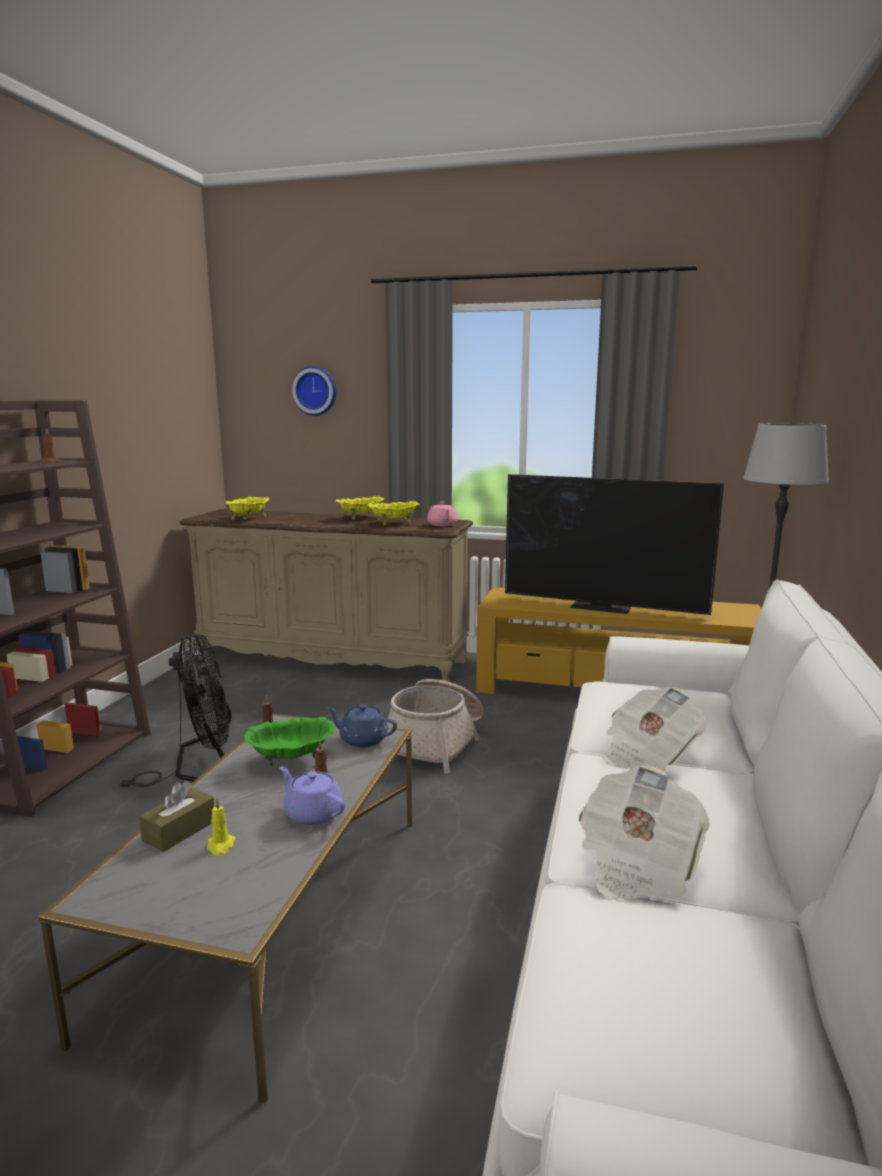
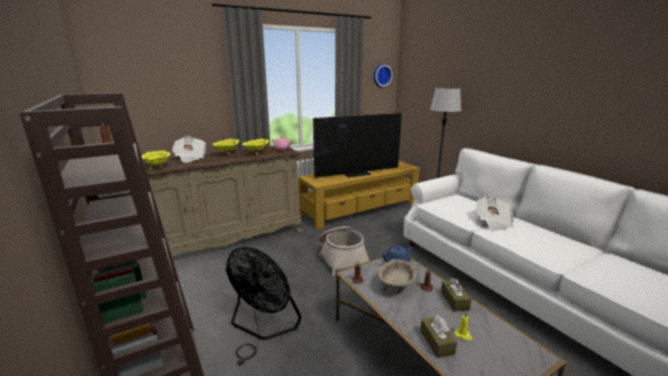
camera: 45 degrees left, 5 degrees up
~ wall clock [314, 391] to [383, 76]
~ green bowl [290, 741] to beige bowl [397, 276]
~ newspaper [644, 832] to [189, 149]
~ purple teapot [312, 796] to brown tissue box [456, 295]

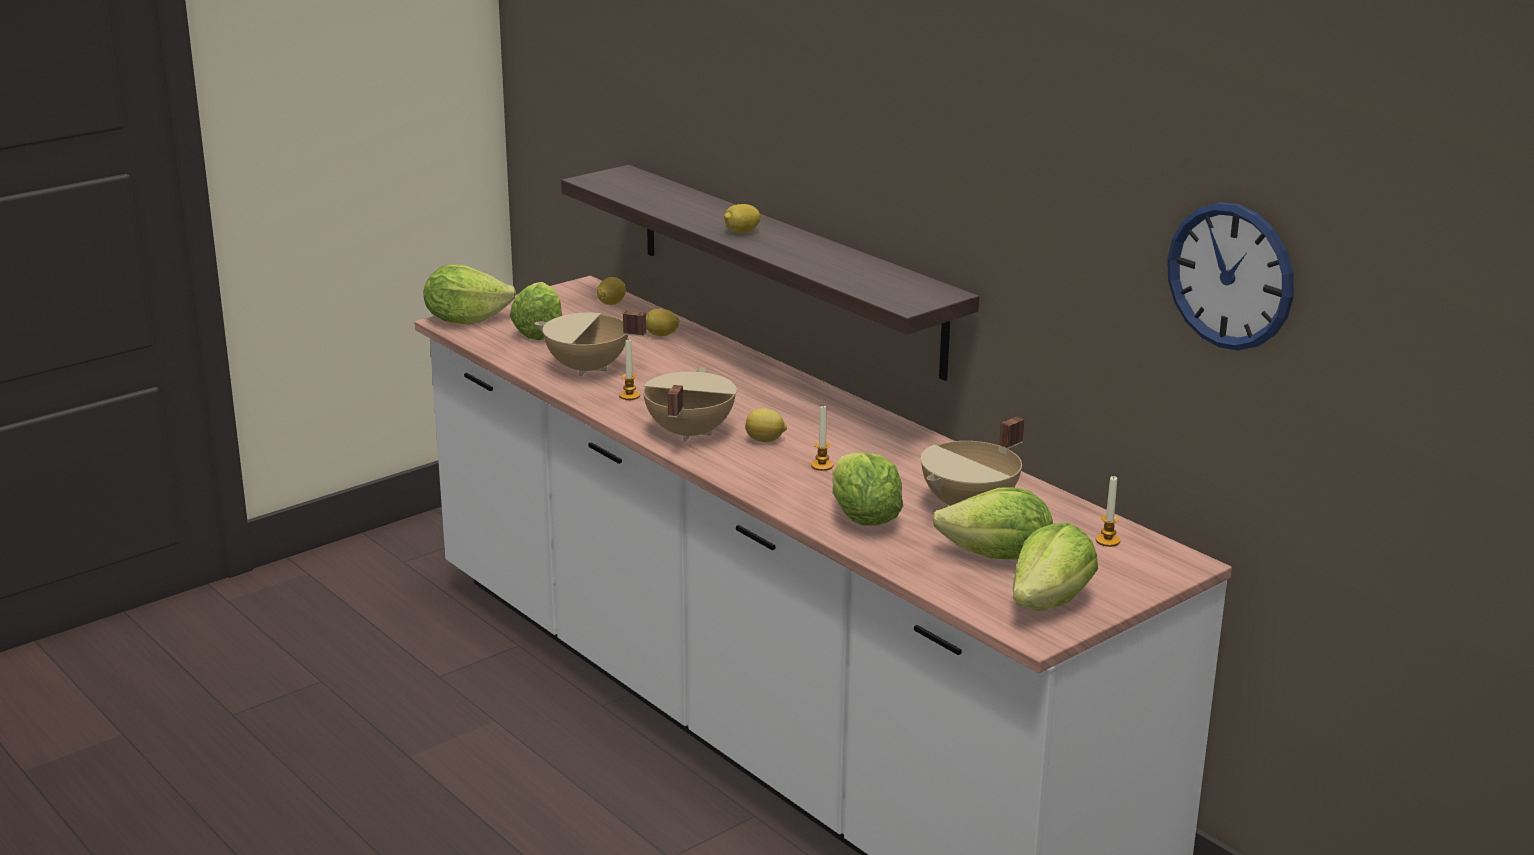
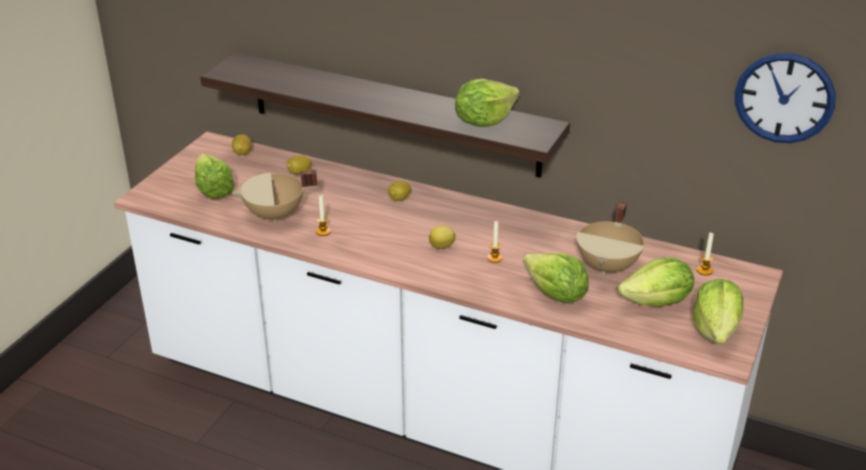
camera: 25 degrees left, 10 degrees up
~ lemon [742, 218] to [399, 190]
~ lettuce [470, 294] to [487, 103]
- beige cooking pot [690, 404]

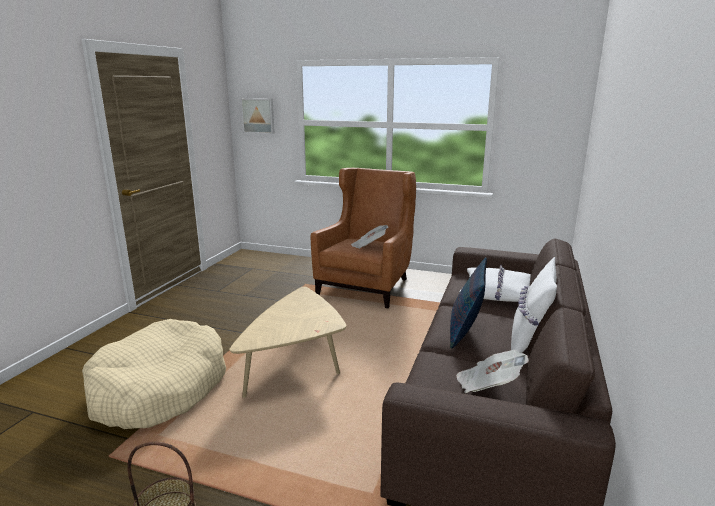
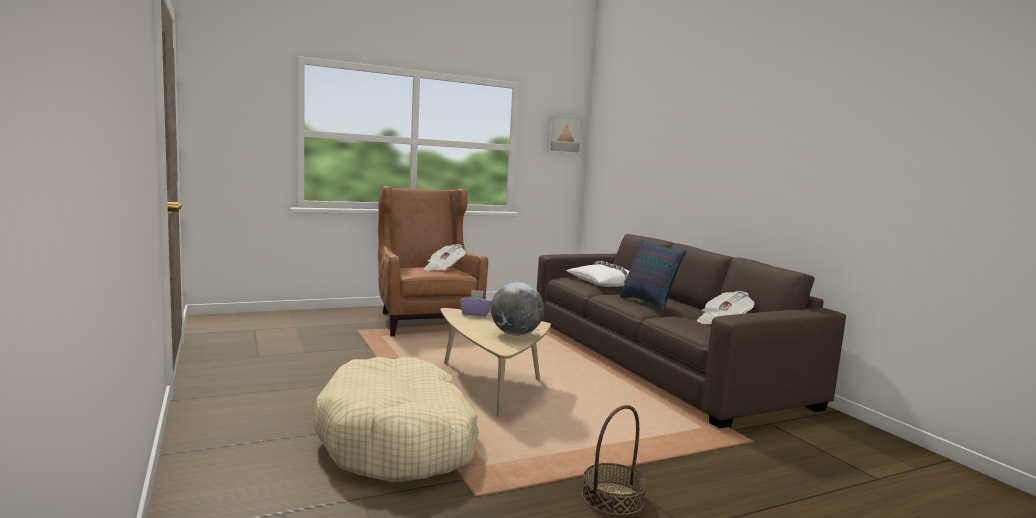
camera: 45 degrees left, 10 degrees down
~ picture [258, 116] to [565, 134]
- white pillow [534, 305]
+ globe [517, 309]
+ purple tissue box [476, 303]

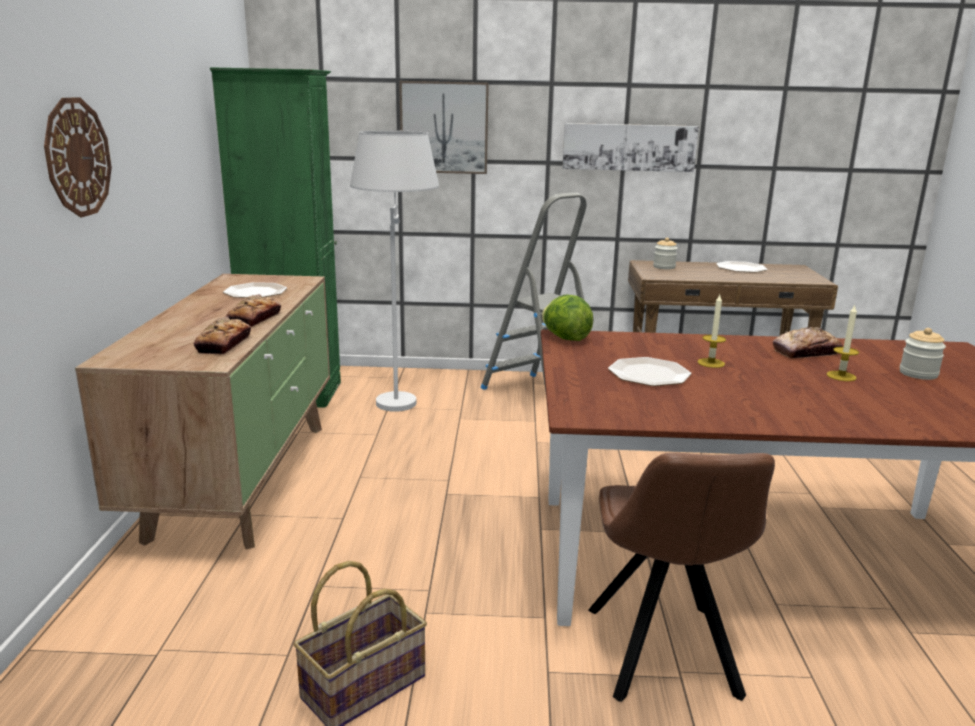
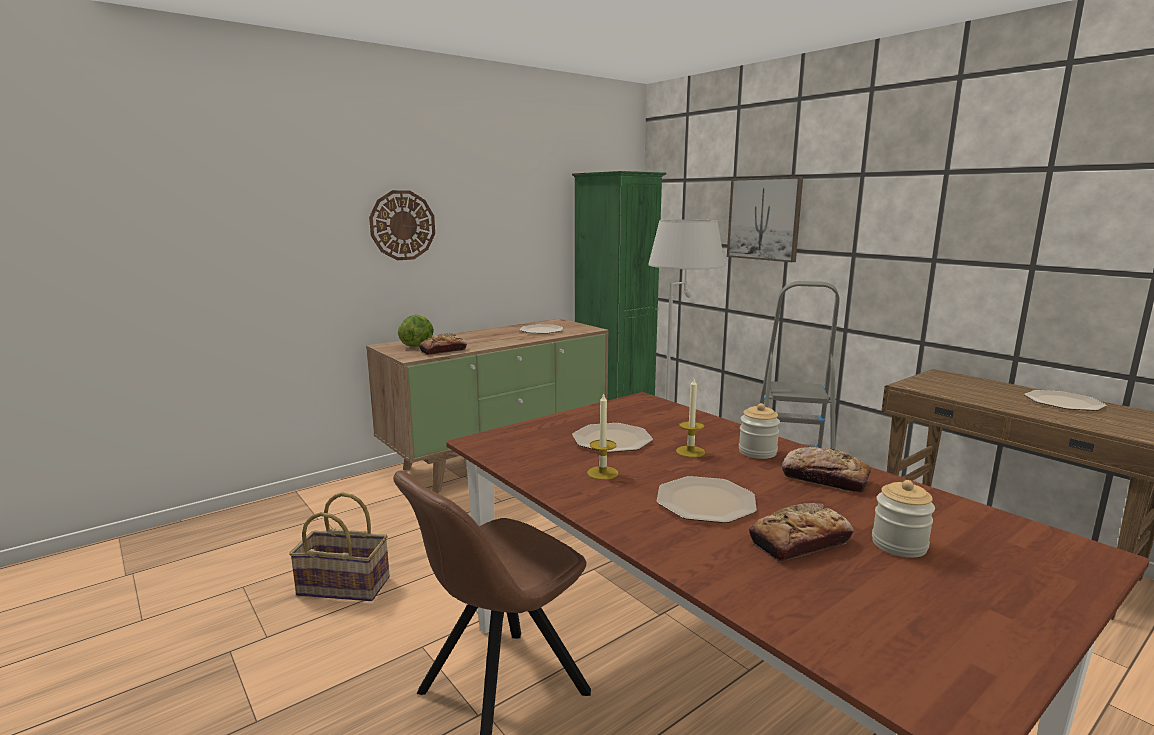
camera: 50 degrees right, 5 degrees down
- picture [630, 147]
~ jar [665, 253] to [759, 431]
~ bread [253, 310] to [801, 532]
~ lettuce [567, 318] to [416, 331]
~ candle [843, 343] to [602, 436]
+ plate [707, 499]

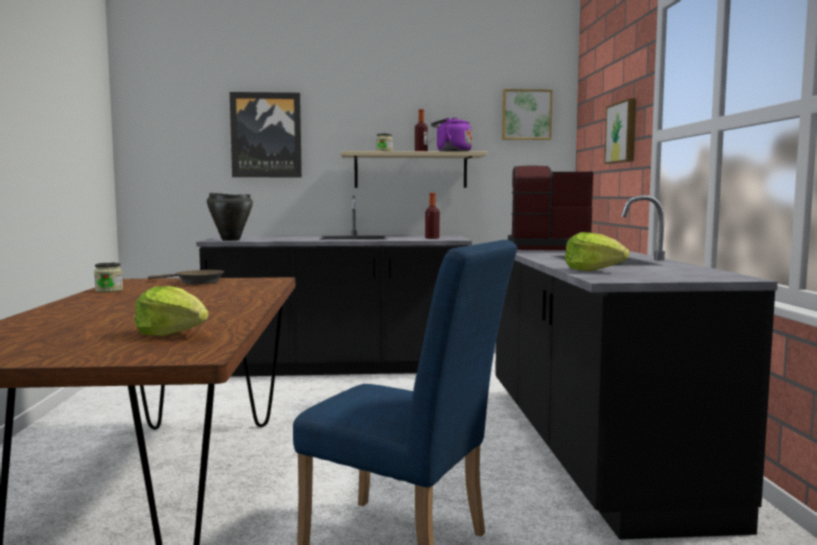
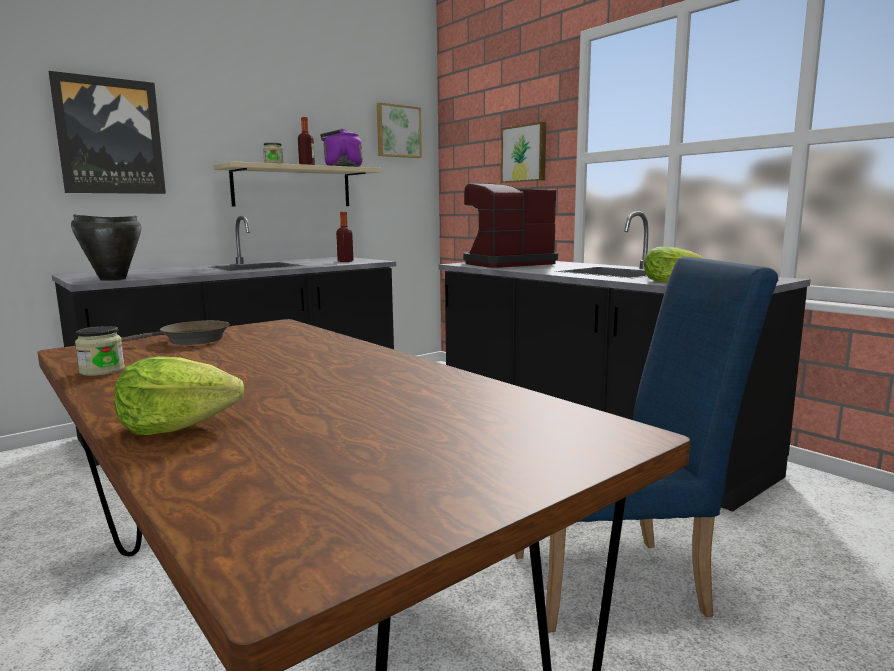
camera: 35 degrees left, 5 degrees up
~ lettuce [171, 311] to [179, 395]

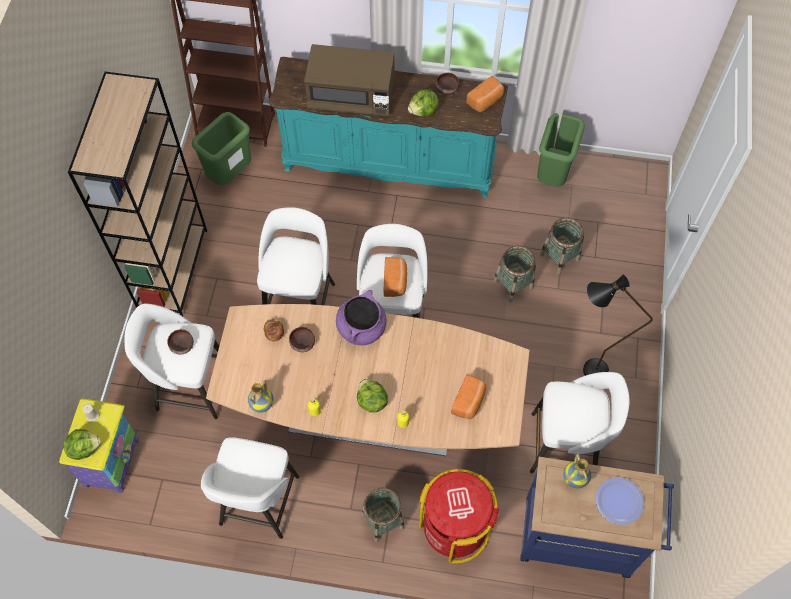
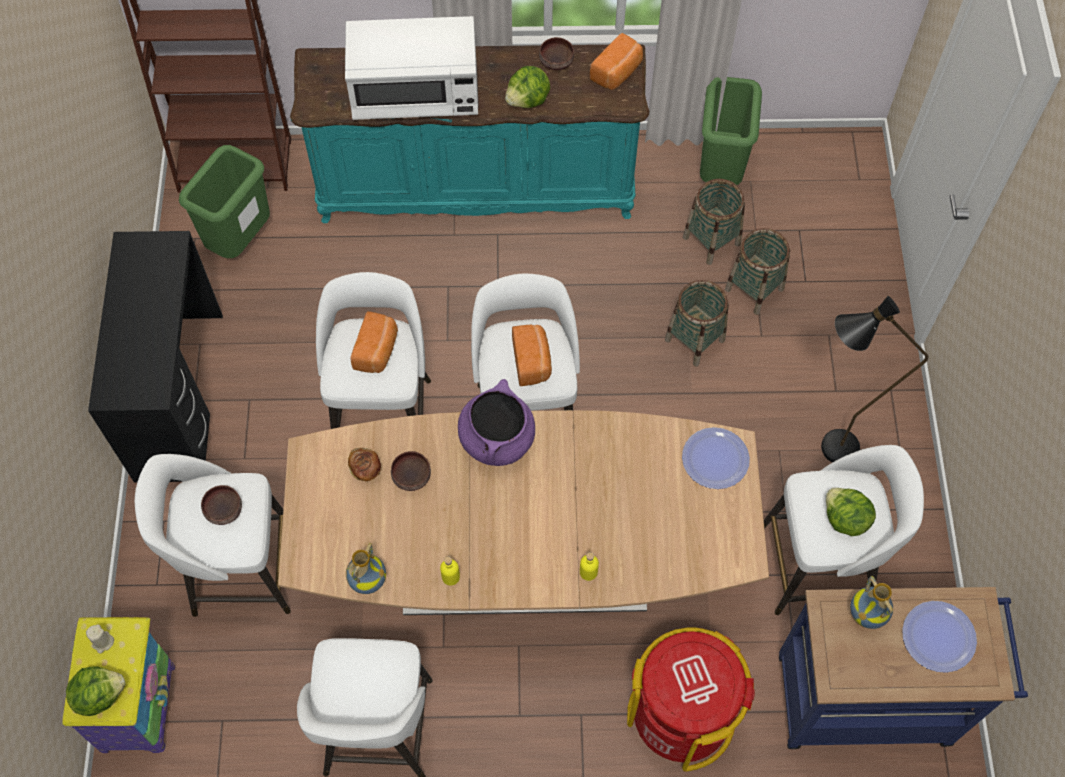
camera: 10 degrees left, 0 degrees up
~ brown microwave [349, 80] to white microwave [412, 68]
~ beige bookcase [137, 194] to black desk [155, 356]
~ bread [468, 396] to [374, 342]
~ lettuce [372, 396] to [851, 512]
~ basket [383, 514] to [714, 222]
+ plate [716, 458]

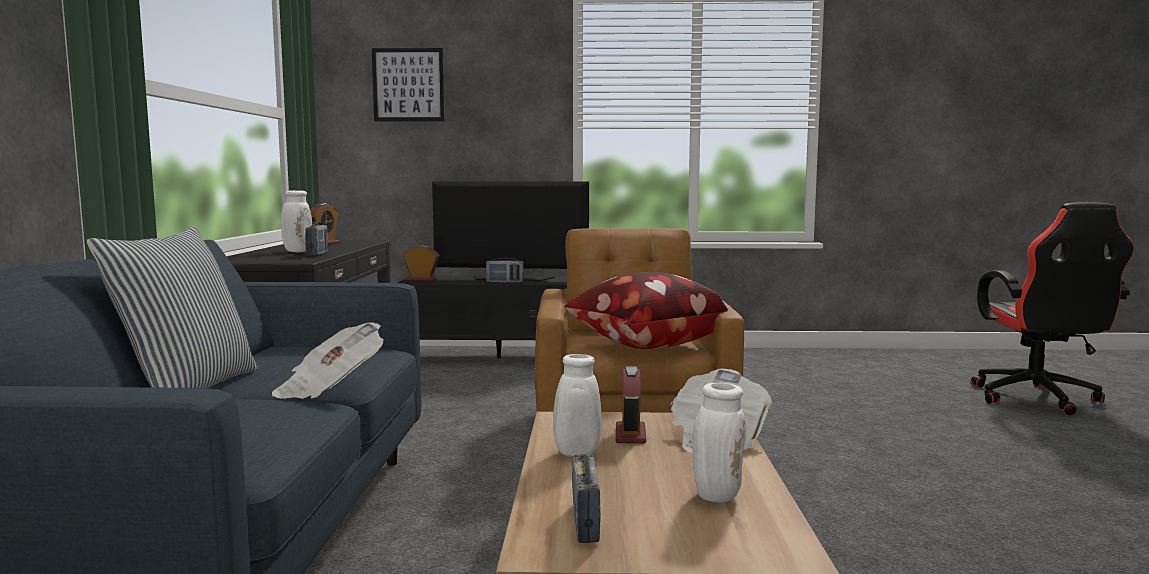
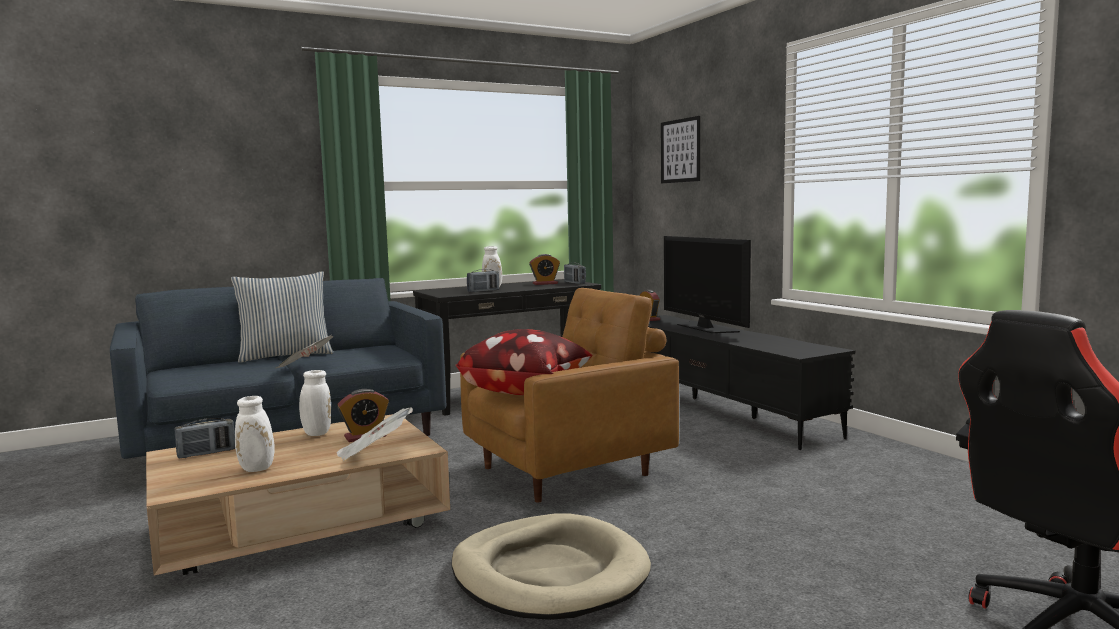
camera: 60 degrees right, 0 degrees up
~ radio [505, 270] to [575, 273]
+ beige dog bed [551, 566]

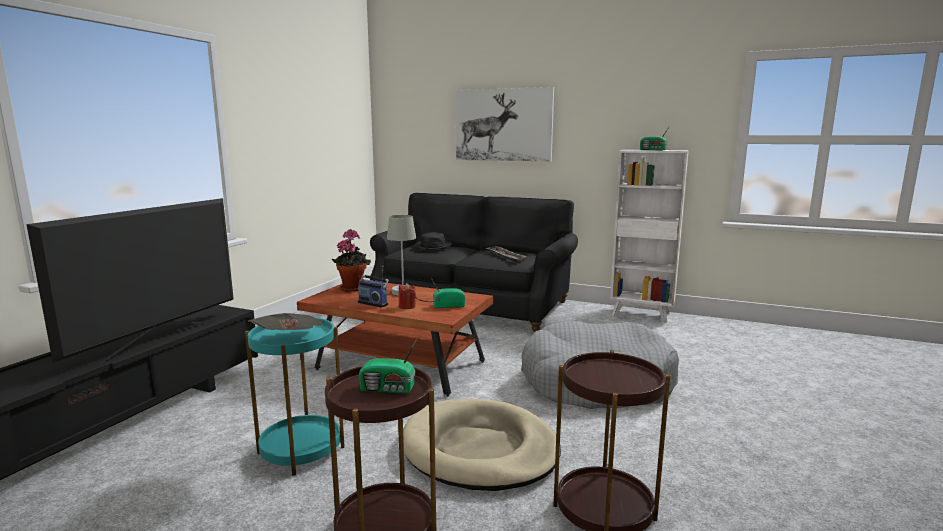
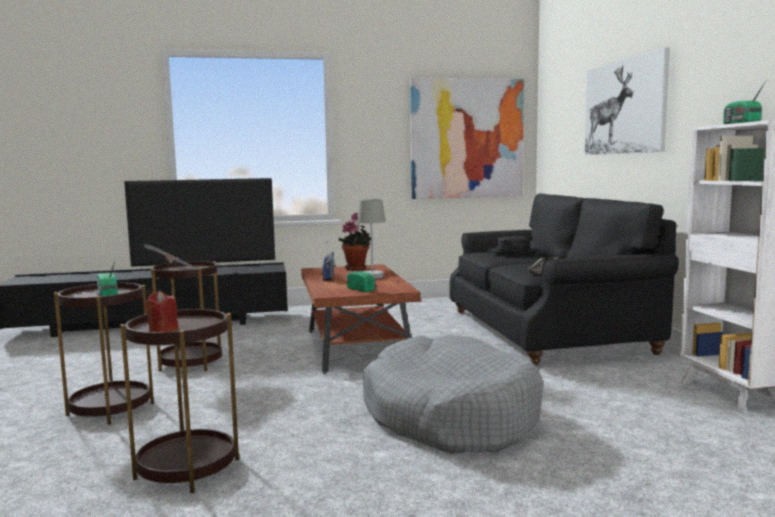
camera: 55 degrees right, 5 degrees down
~ red candle [407, 296] to [162, 311]
~ turquoise side table [294, 396] to brown side table [186, 316]
- beige dog bed [482, 445]
+ picture [467, 138]

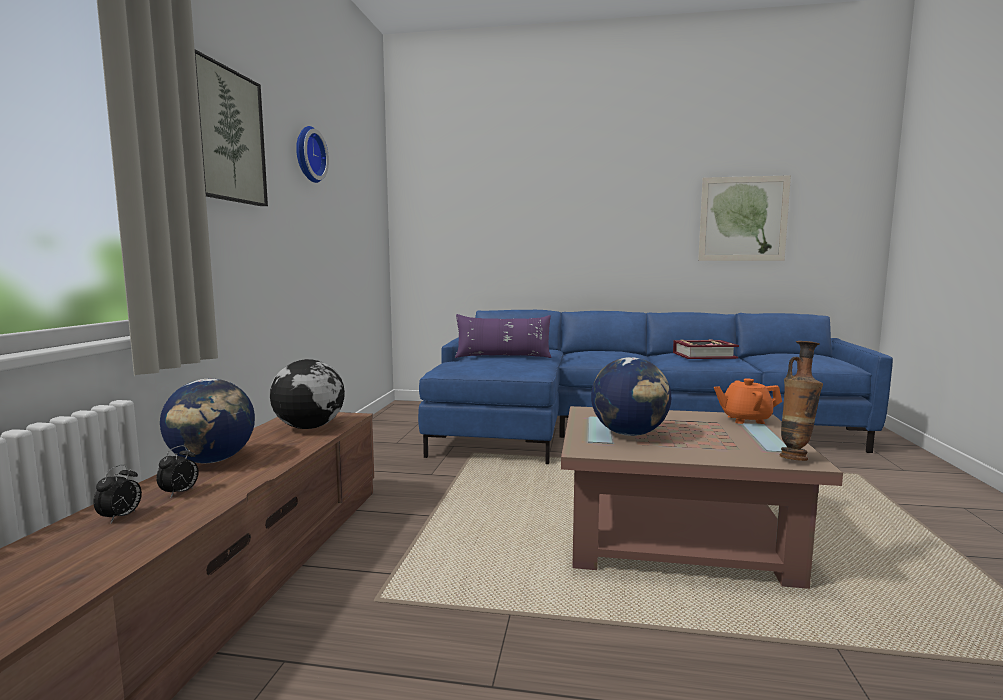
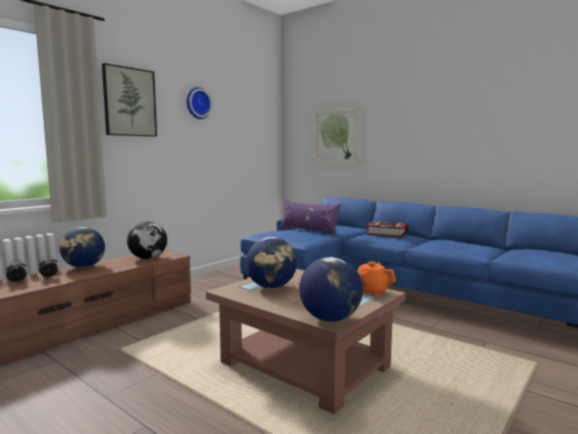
camera: 30 degrees right, 0 degrees up
~ picture [744, 218] to [337, 135]
~ book [706, 349] to [387, 229]
~ vase [801, 401] to globe [331, 289]

